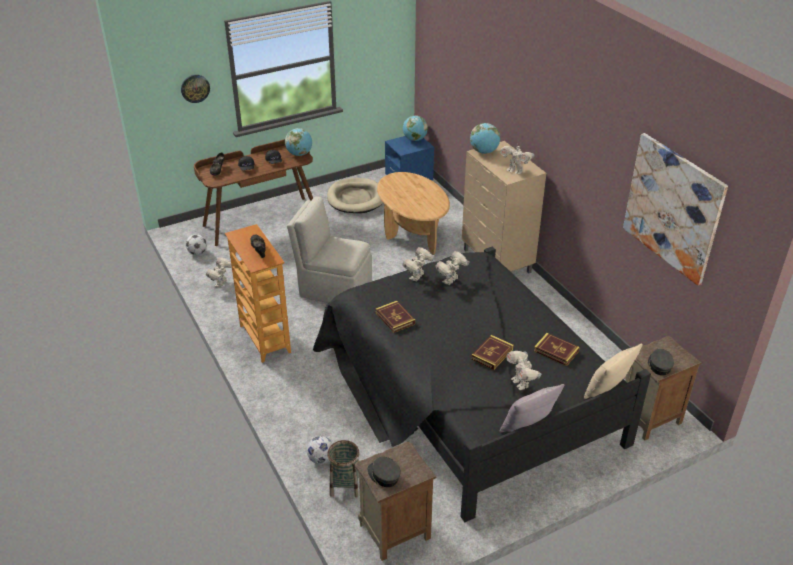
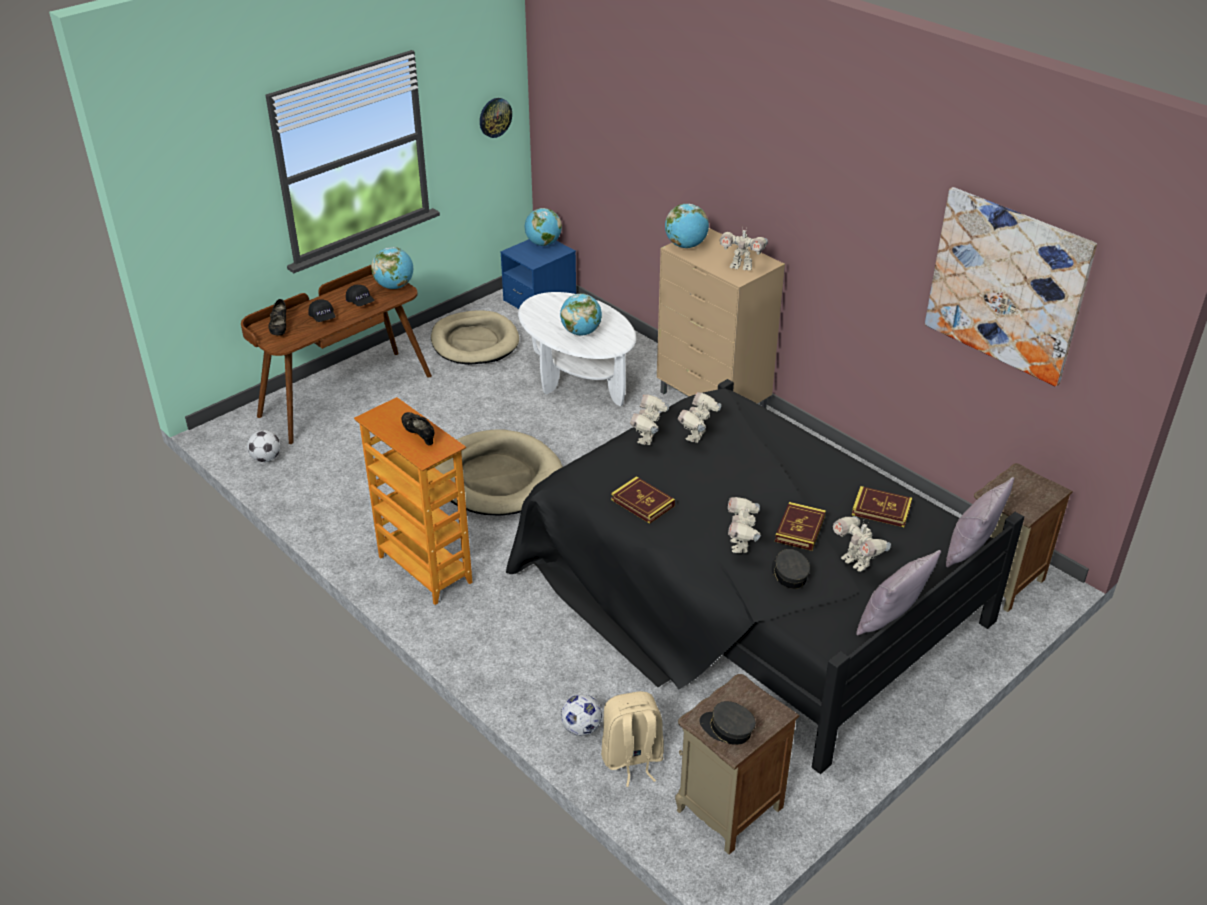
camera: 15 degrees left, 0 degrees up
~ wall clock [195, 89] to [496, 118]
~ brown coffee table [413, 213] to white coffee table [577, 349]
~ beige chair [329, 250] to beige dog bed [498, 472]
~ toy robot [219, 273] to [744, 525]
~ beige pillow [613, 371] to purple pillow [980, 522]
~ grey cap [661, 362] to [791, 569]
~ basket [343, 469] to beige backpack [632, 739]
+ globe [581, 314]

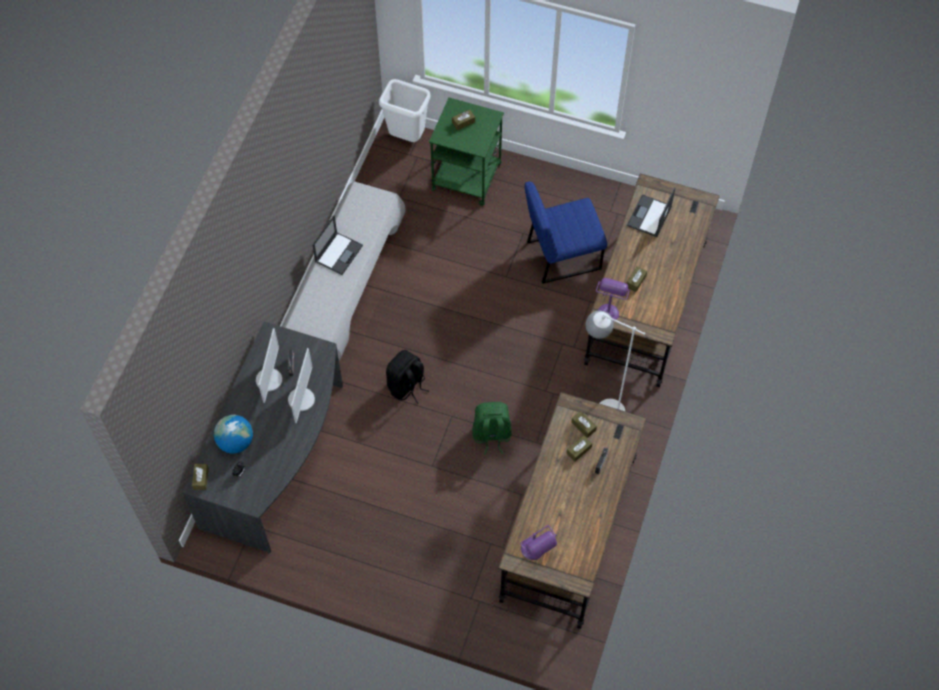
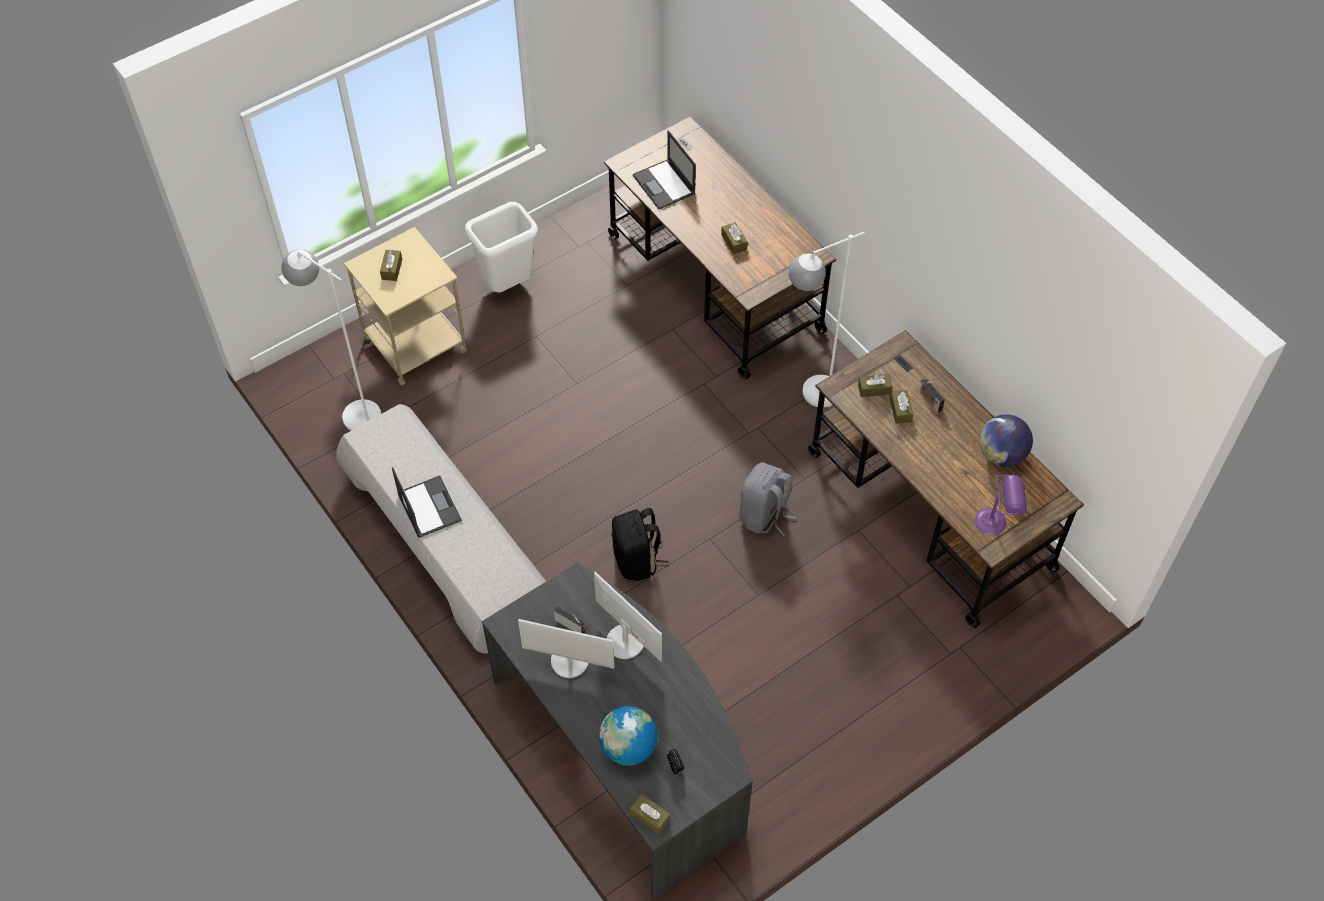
camera: 55 degrees left, 5 degrees down
~ white trash can [405, 110] to [501, 247]
~ green cart [466, 152] to beige cart [406, 306]
- blue chair [566, 232]
- purple table lamp [613, 300]
~ monitor [269, 365] = [566, 648] 150 degrees clockwise
~ green backpack [491, 428] to grey backpack [767, 499]
+ white floor lamp [331, 340]
+ globe [1006, 440]

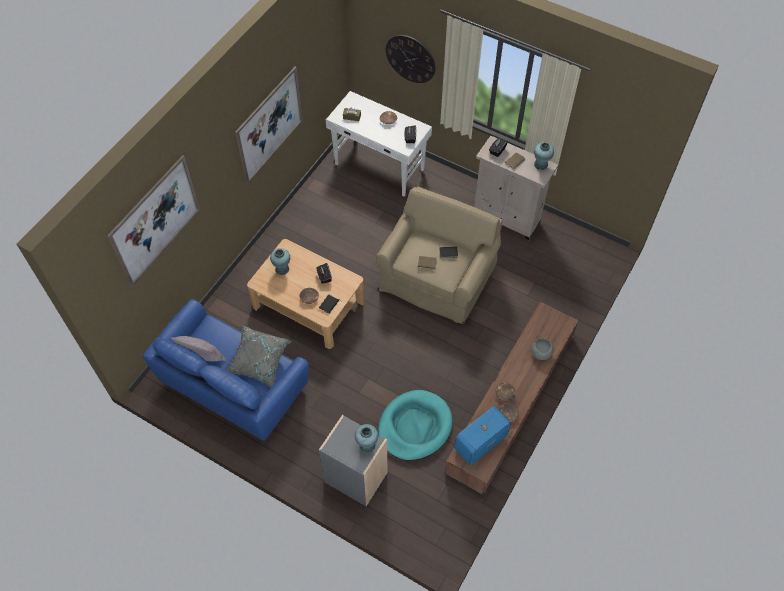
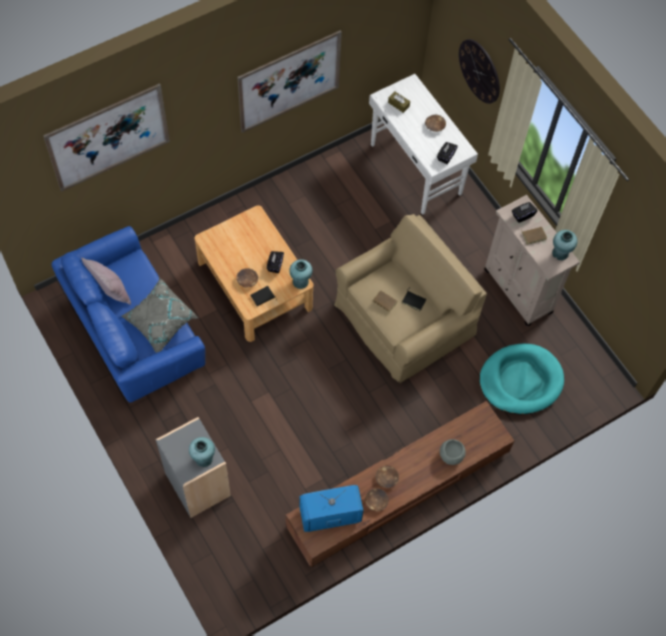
camera: 25 degrees right, 5 degrees up
~ turquoise vase [280, 261] to [301, 274]
~ turquoise dog bed [415, 425] to [521, 379]

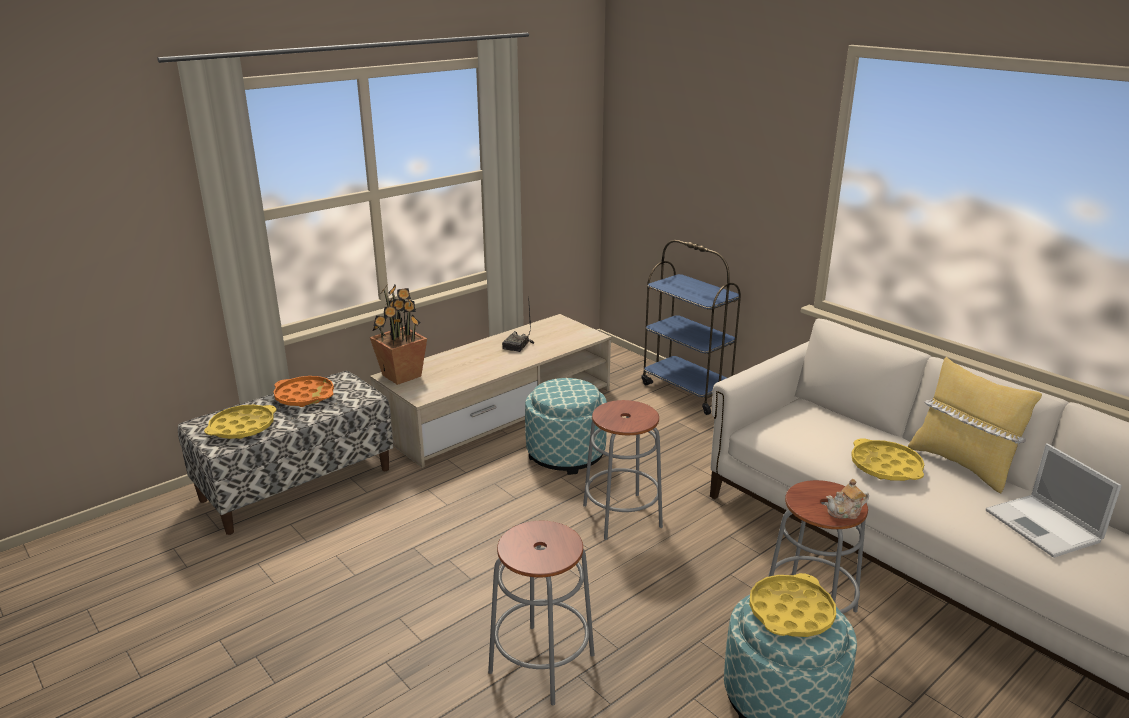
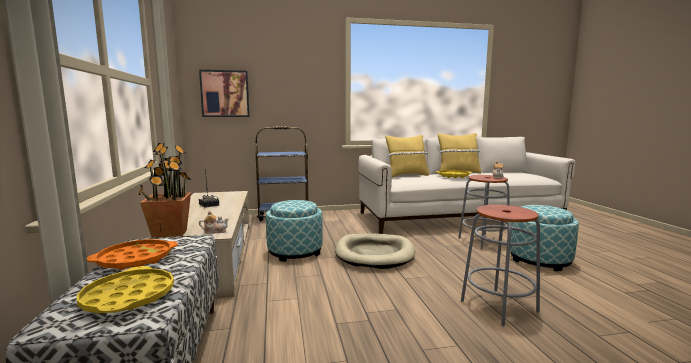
camera: 60 degrees left, 15 degrees down
~ grey stool [623, 470] to beige dog bed [375, 251]
- laptop [1054, 500]
- yellow tray [792, 605]
+ picture [224, 93]
+ yellow pillow [407, 156]
+ teapot [214, 222]

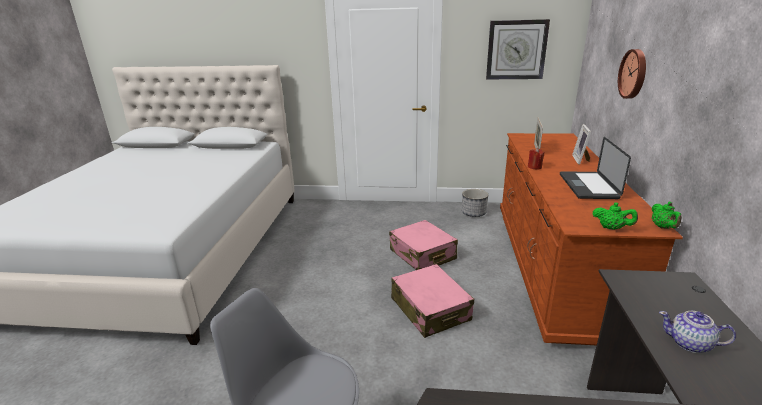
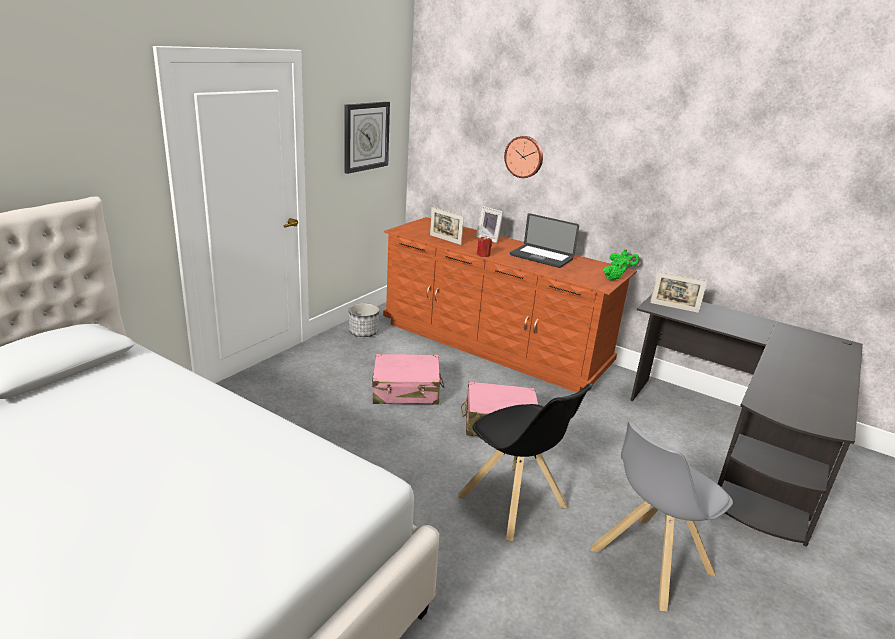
camera: 65 degrees left, 0 degrees up
- teapot [697, 332]
+ picture frame [678, 292]
+ black chair [525, 462]

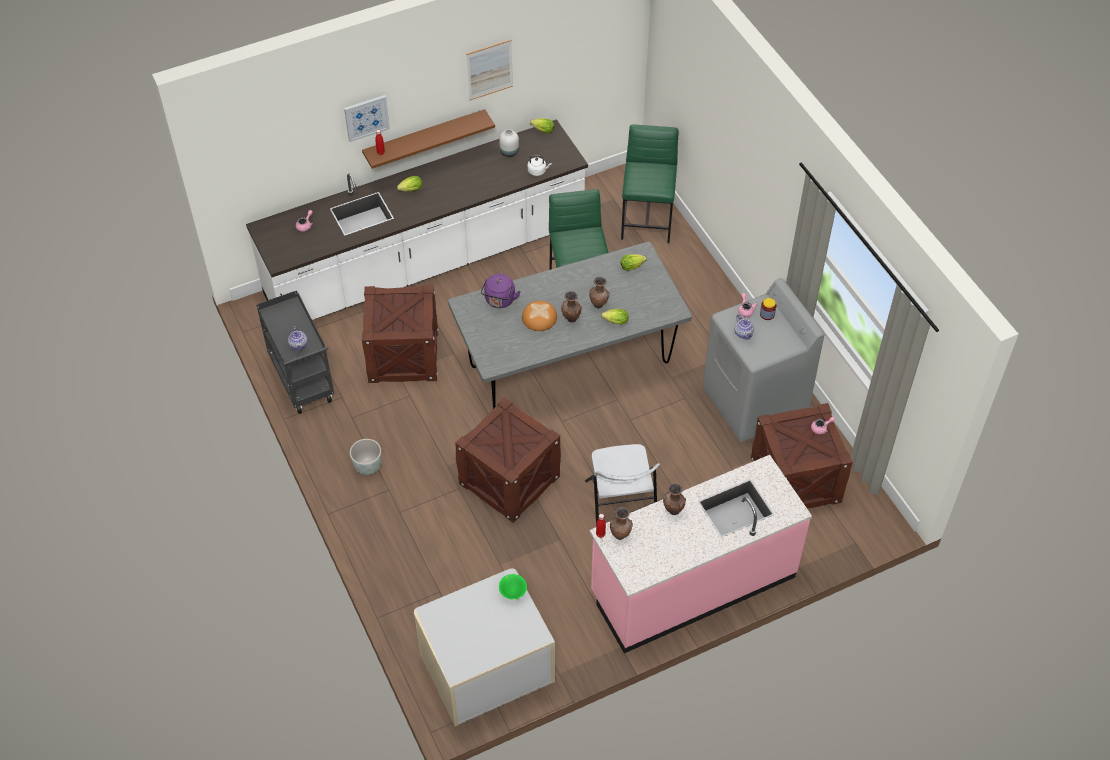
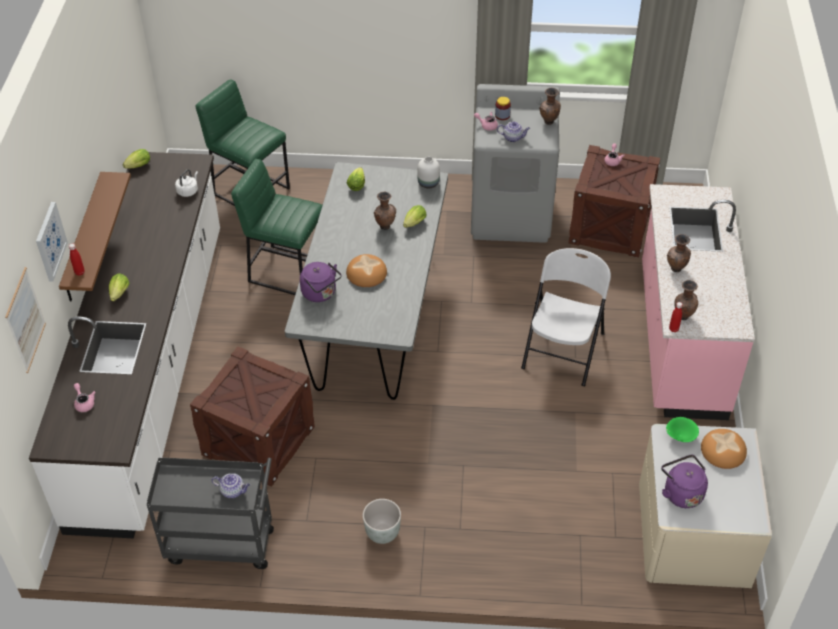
camera: 60 degrees left, 5 degrees down
~ picture [489, 70] to [25, 320]
~ white vase [509, 143] to [428, 172]
~ brown vase [571, 307] to [550, 106]
- crate [508, 460]
~ white chair [622, 484] = [566, 317] 90 degrees counterclockwise
+ bread [724, 449]
+ purple kettle [684, 481]

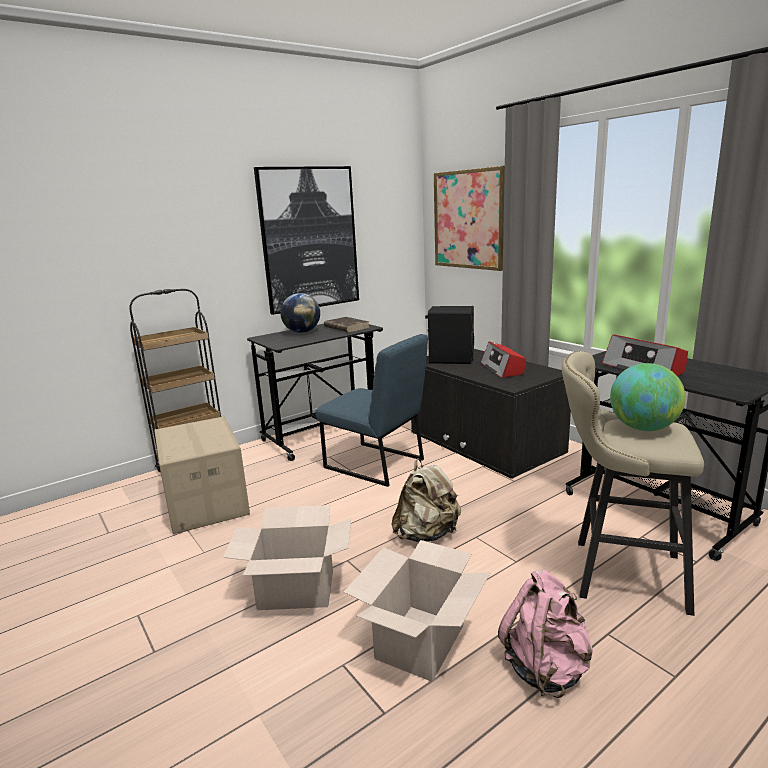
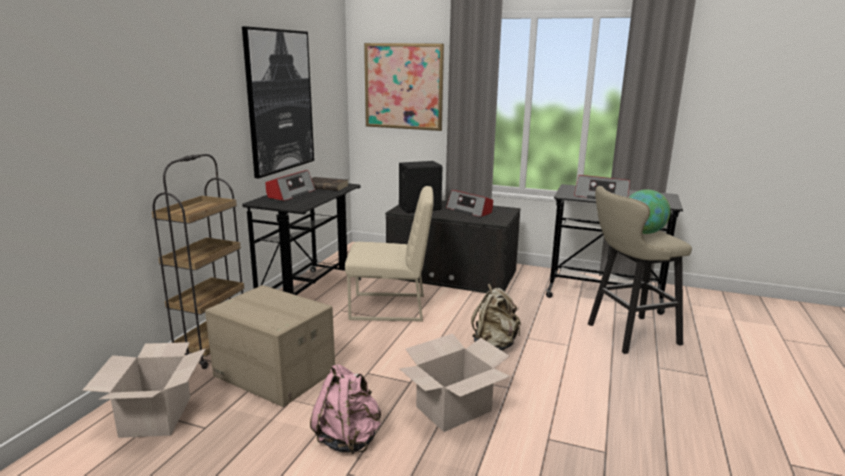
camera: 35 degrees left, 0 degrees up
~ globe [300, 313] to radio [291, 185]
~ blue chair [372, 410] to beige chair [389, 253]
~ cardboard box [417, 611] to [144, 390]
~ pink backpack [545, 634] to [345, 409]

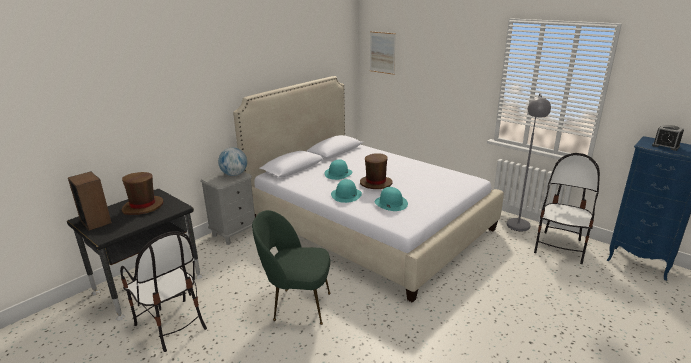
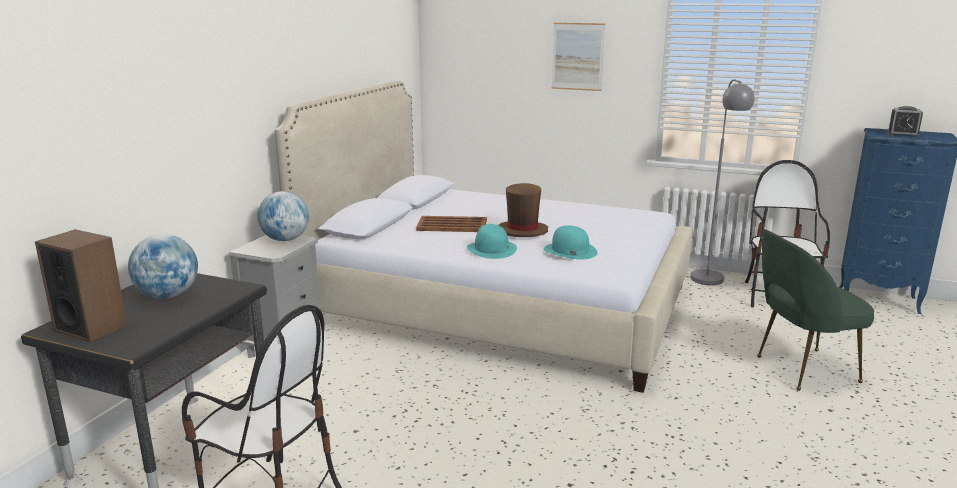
camera: 20 degrees left, 5 degrees down
~ picture [383, 53] to [578, 57]
~ turquoise hat [338, 169] to brown tray [451, 224]
~ brown hat [143, 193] to globe [163, 266]
~ green chair [291, 267] to [815, 310]

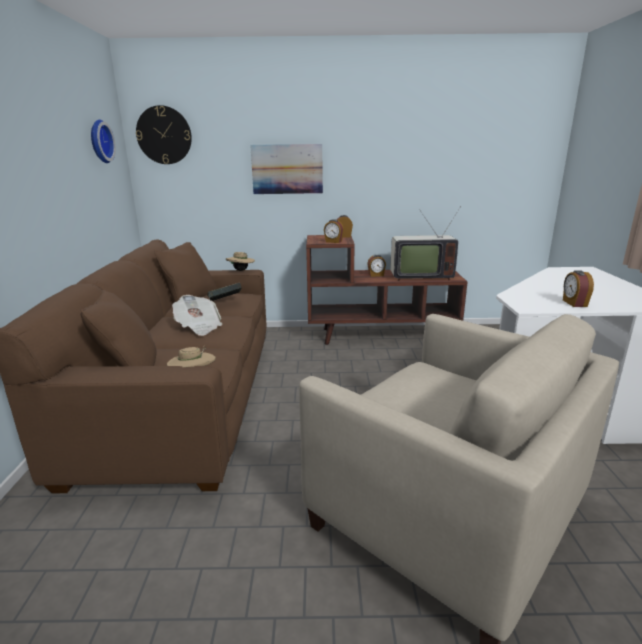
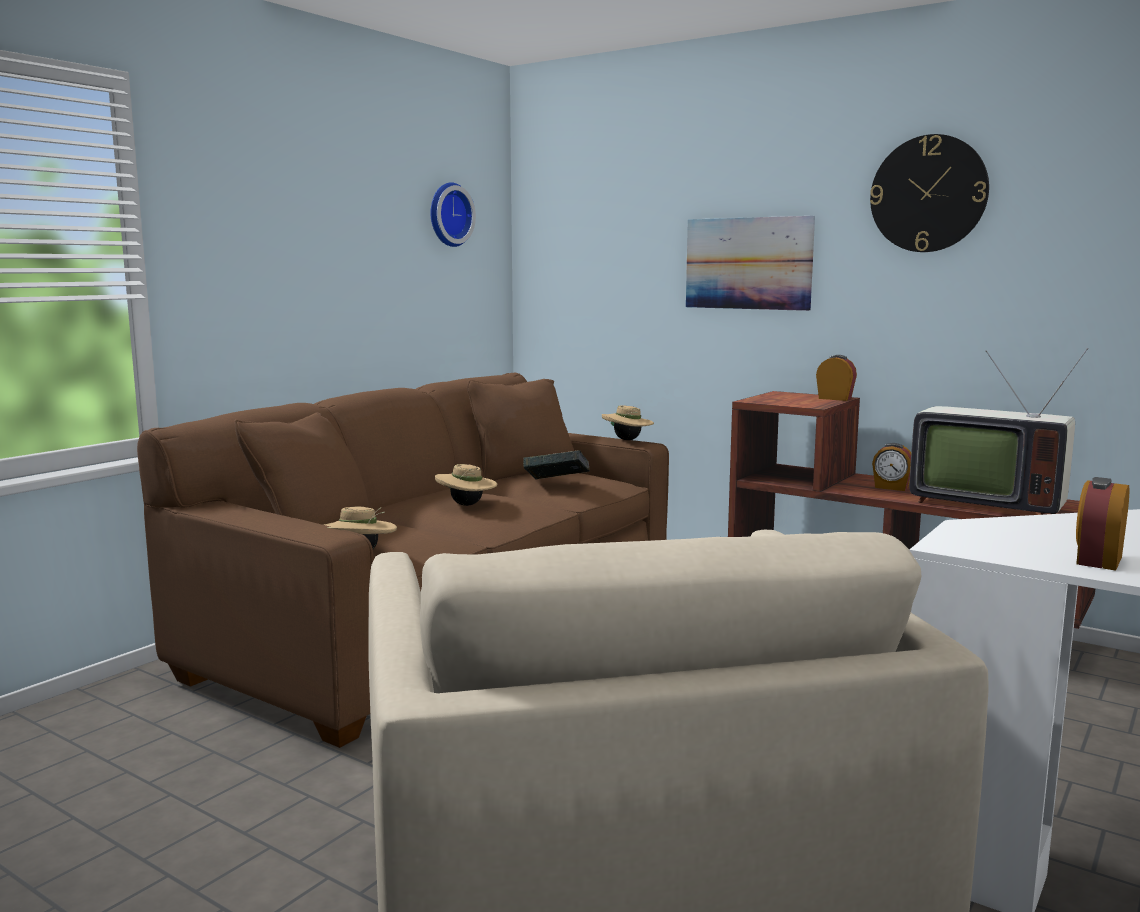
camera: 35 degrees right, 10 degrees down
~ wall clock [164, 134] to [929, 193]
- alarm clock [334, 231]
~ newspaper [197, 315] to beige hat [466, 485]

